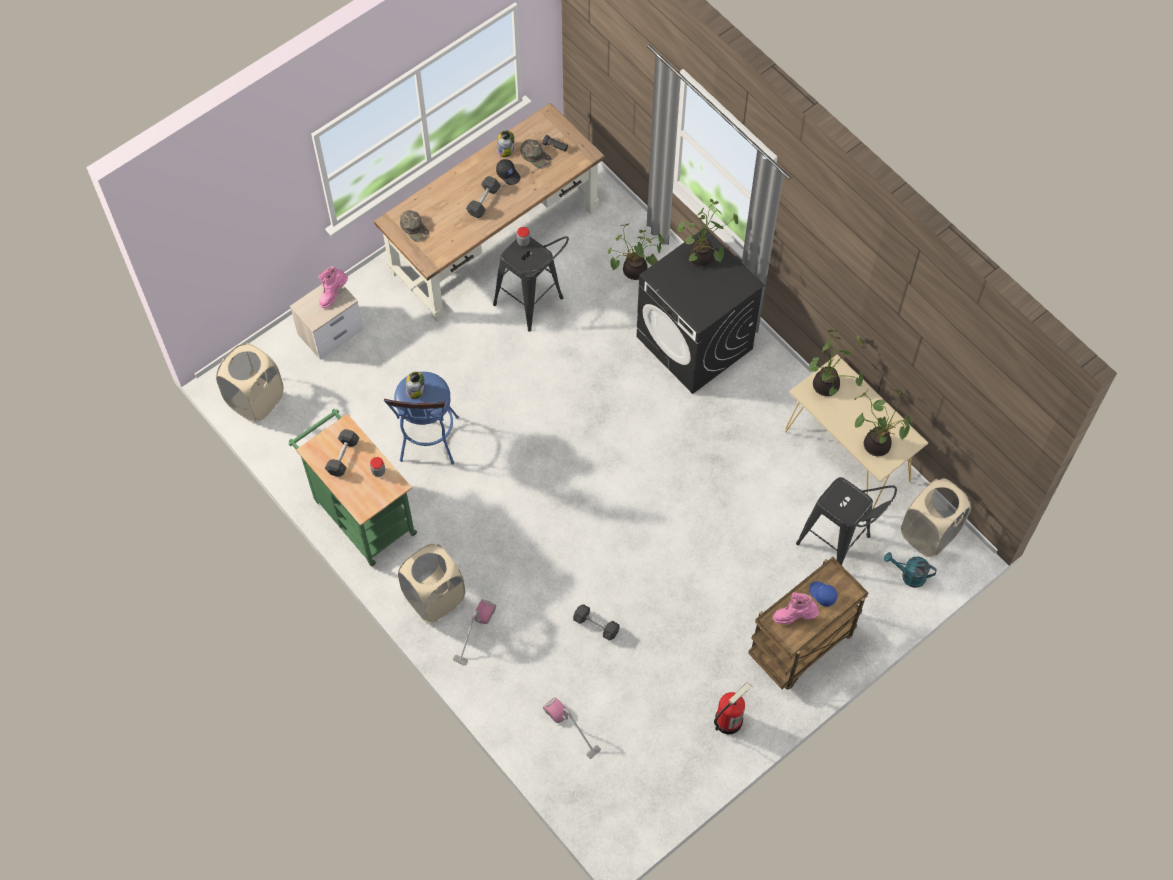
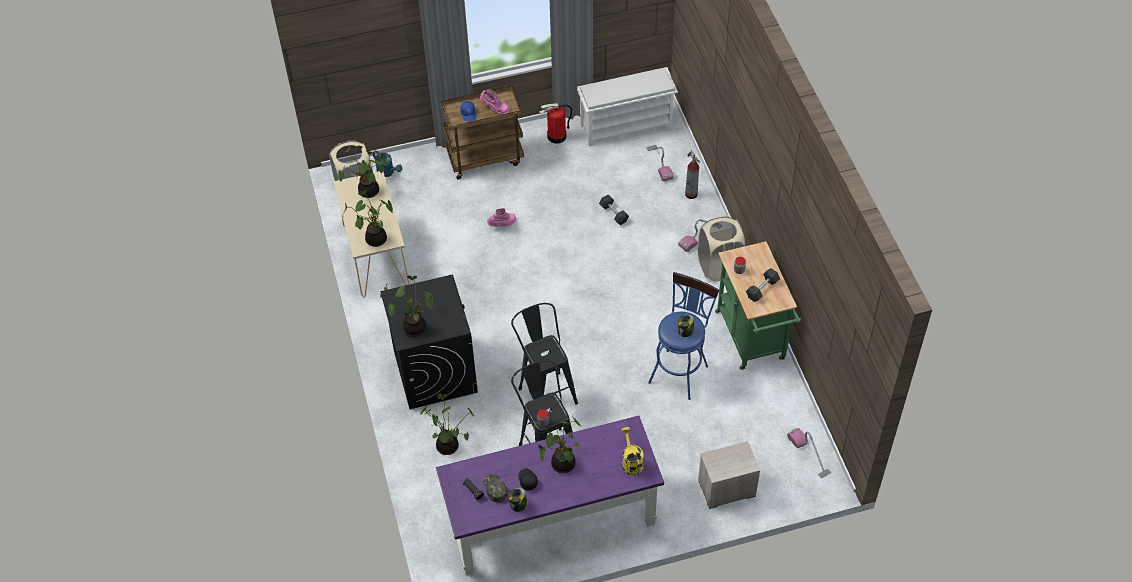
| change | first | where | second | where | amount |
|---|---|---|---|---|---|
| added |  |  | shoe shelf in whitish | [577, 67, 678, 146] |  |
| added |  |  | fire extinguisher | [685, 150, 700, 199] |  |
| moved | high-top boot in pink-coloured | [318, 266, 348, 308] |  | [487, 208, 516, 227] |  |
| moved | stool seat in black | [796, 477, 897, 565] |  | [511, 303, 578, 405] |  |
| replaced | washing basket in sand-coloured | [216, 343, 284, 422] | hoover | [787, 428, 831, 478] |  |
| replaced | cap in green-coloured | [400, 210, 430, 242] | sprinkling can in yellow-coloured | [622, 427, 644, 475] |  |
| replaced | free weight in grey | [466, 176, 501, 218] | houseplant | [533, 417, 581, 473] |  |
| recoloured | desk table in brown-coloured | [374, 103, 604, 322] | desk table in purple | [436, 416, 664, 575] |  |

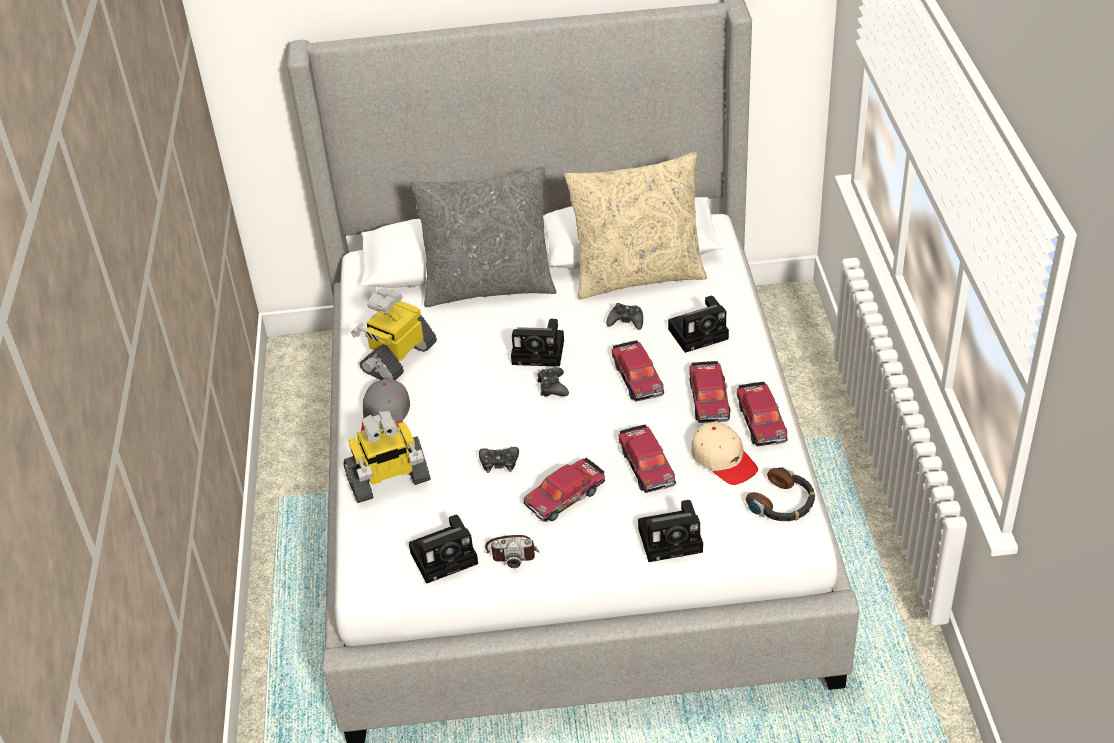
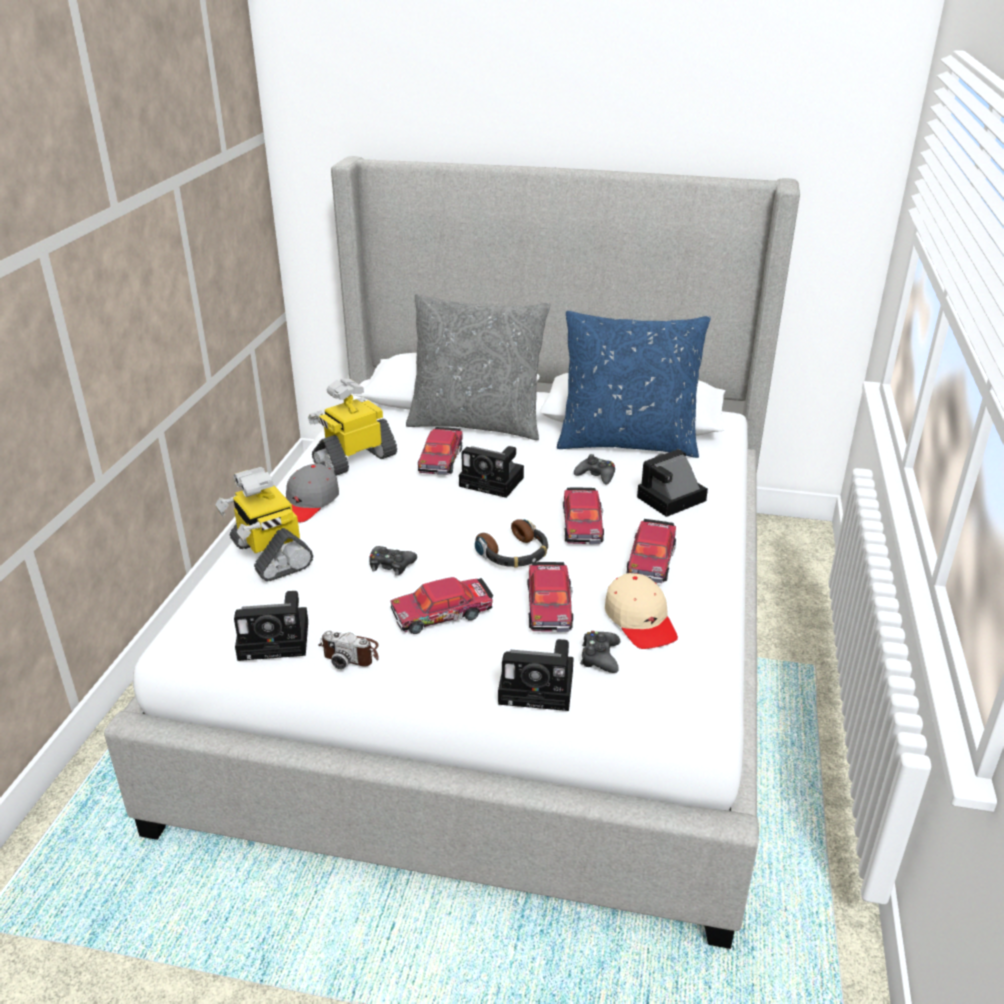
| change | first | where | second | where | amount |
|---|---|---|---|---|---|
| moved | gamepad in black | [537, 367, 569, 397] |  | [580, 631, 620, 673] |  |
| moved | model car | [737, 382, 788, 446] |  | [418, 427, 462, 475] |  |
| moved | pair of headphones | [746, 467, 815, 521] |  | [475, 519, 548, 568] |  |
| recoloured | throw pillow in sand-coloured | [565, 152, 707, 300] | throw pillow in bluish | [557, 311, 711, 458] |  |
| turned | toy robot | [343, 411, 431, 503] |  | [215, 467, 313, 582] | 60 degrees clockwise |
| turned | still camera | [668, 296, 729, 353] |  | [637, 449, 708, 517] | 150 degrees clockwise |

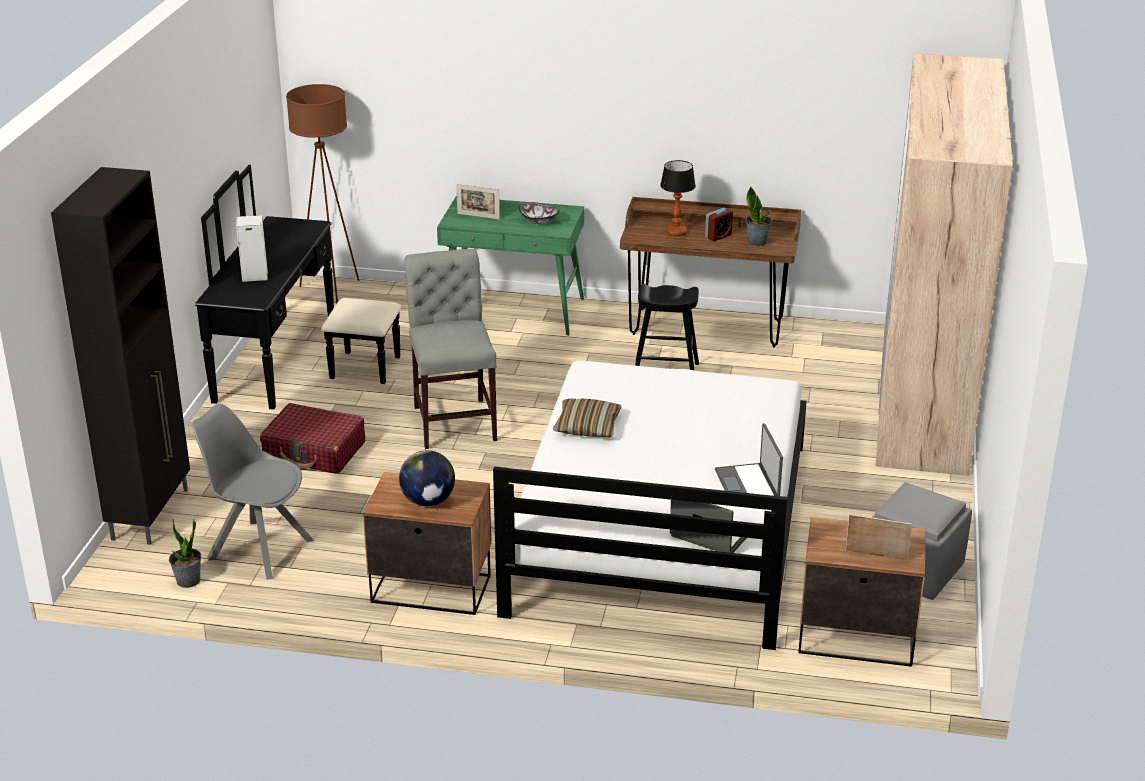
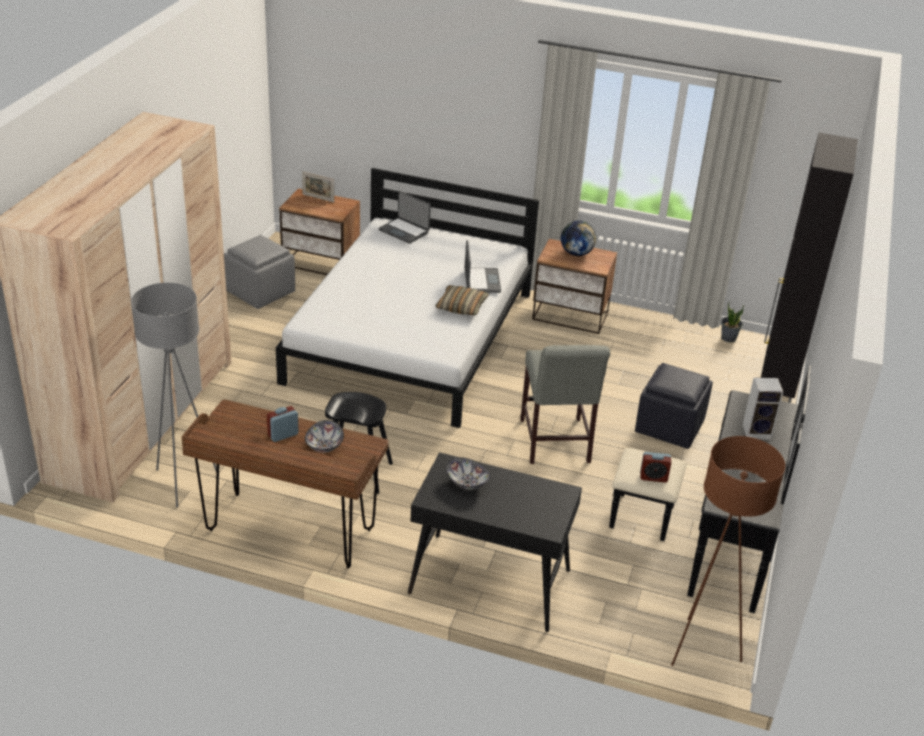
| change | first | where | second | where | amount |
|---|---|---|---|---|---|
| removed | plain chair in grey | [192, 404, 314, 580] |  |  |  |
| removed | photo frame | [456, 184, 500, 220] |  |  |  |
| removed | houseplant | [746, 186, 772, 246] |  |  |  |
| added |  |  | standard lamp in grey | [131, 283, 217, 507] |  |
| added |  |  | bedside clock | [640, 452, 671, 482] |  |
| moved | notebook computer | [715, 423, 783, 496] |  | [465, 240, 501, 293] |  |
| replaced | travel case in red-coloured | [260, 403, 365, 474] | pouffe in black | [635, 363, 713, 449] |  |
| replaced | table lamp | [660, 160, 696, 236] | serving bowl | [305, 420, 344, 453] |  |
| recoloured | desk table in green-coloured | [437, 196, 584, 336] | desk table in black | [408, 452, 582, 632] |  |

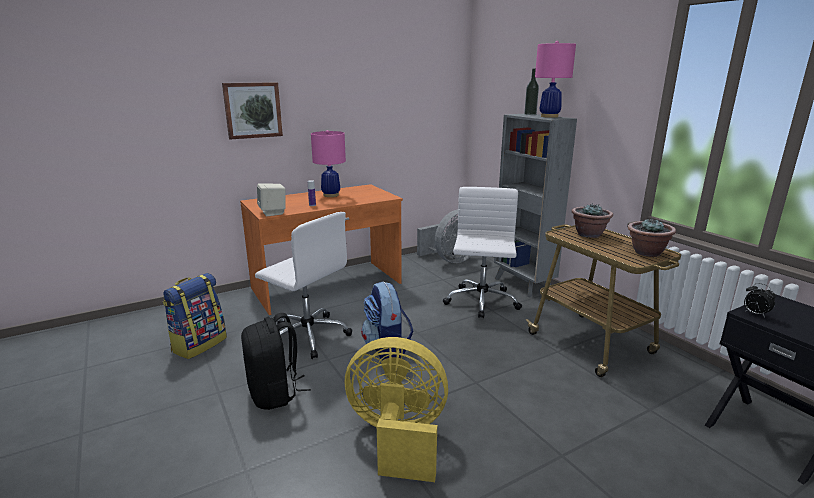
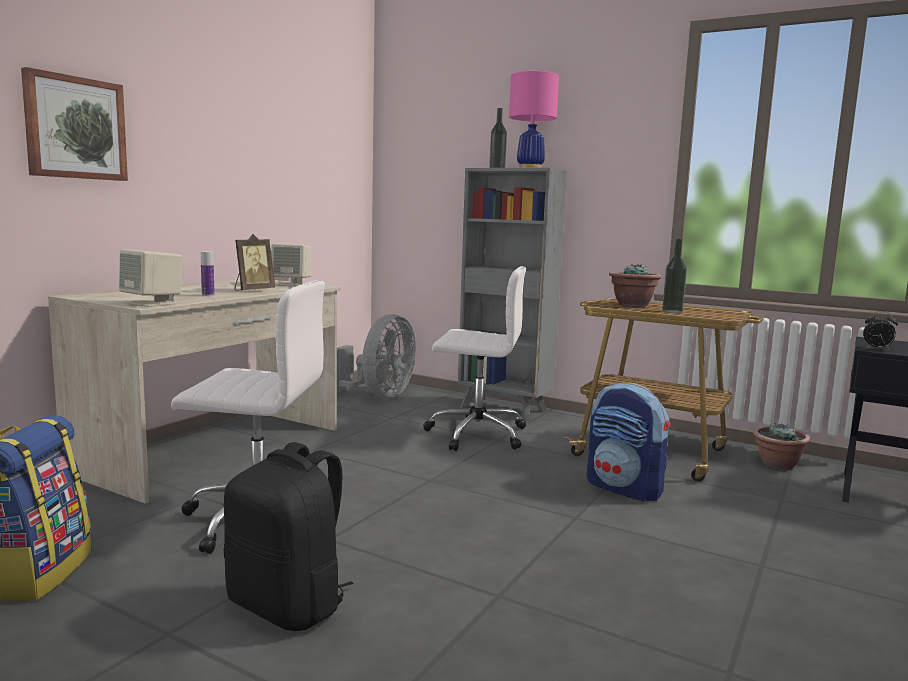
| change | first | where | second | where | amount |
|---|---|---|---|---|---|
| removed | table lamp in pink-coloured | [311, 130, 346, 197] |  |  |  |
| removed | cooling fan in yellow-coloured | [344, 337, 448, 482] |  |  |  |
| added |  |  | photo frame | [235, 234, 275, 290] |  |
| added |  |  | speaker in sand-coloured | [271, 243, 312, 286] |  |
| added |  |  | beverage bottle | [662, 239, 687, 313] |  |
| moved | backpack | [361, 282, 413, 360] |  | [586, 383, 671, 502] |  |
| moved | houseplant | [627, 218, 676, 257] |  | [753, 423, 811, 470] |  |
| recoloured | desk table in orange-coloured | [240, 184, 403, 315] | desk table in sand-coloured | [48, 280, 341, 504] |  |
| turned | desk chair in whitish | [443, 187, 522, 318] |  | [423, 266, 526, 451] | 120 degrees clockwise |

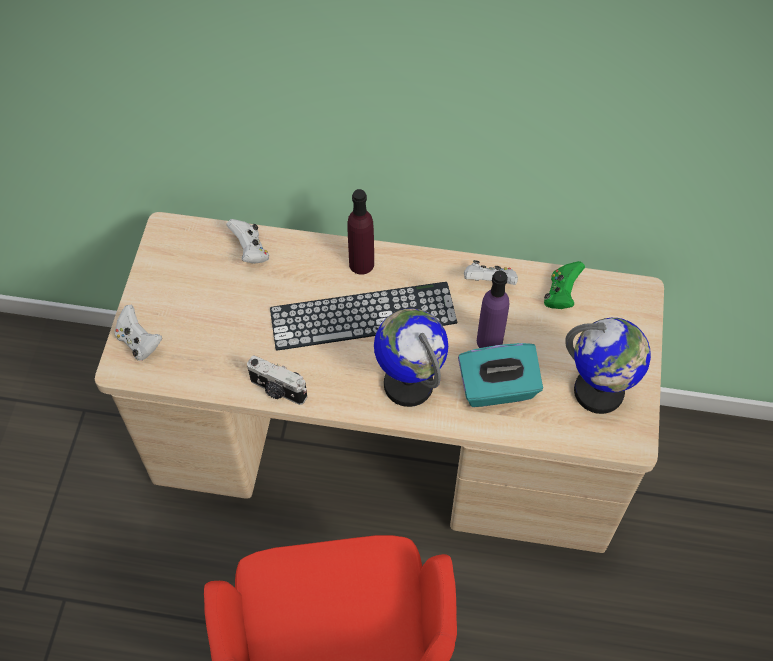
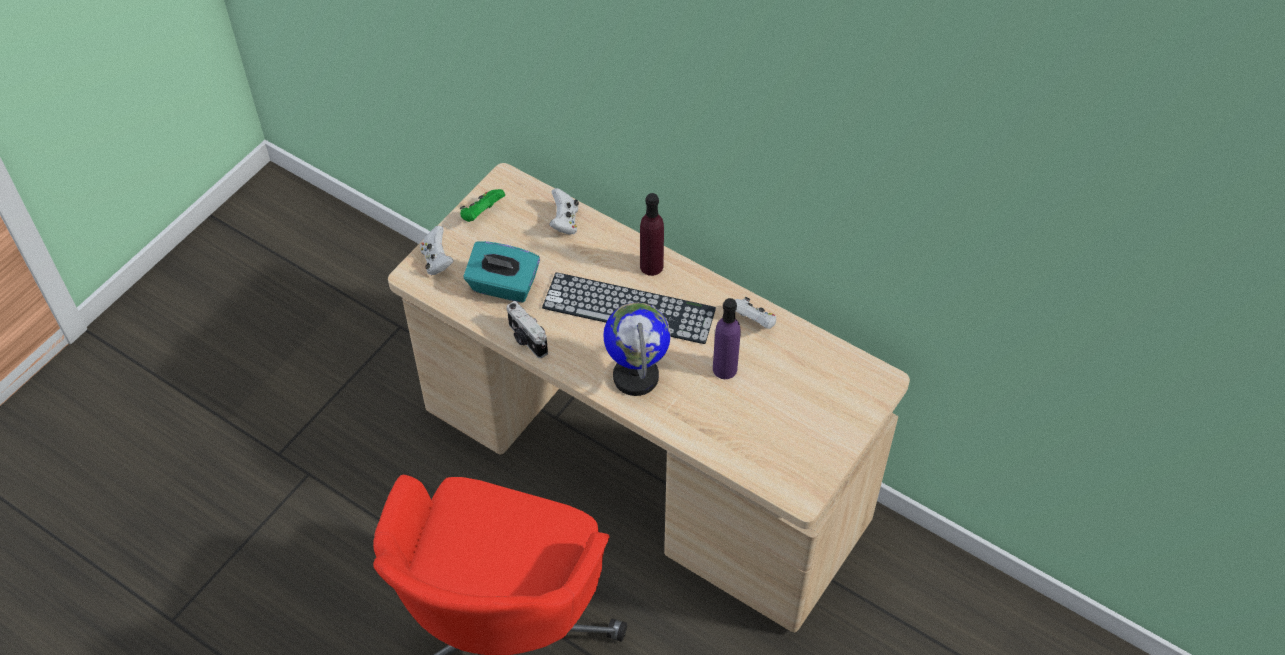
| change | first | where | second | where | amount |
|---|---|---|---|---|---|
| removed | globe | [565, 318, 651, 414] |  |  |  |
| moved | tissue box in blue-green | [458, 343, 543, 407] |  | [463, 241, 540, 303] |  |
| moved | gamepad in green-coloured | [544, 261, 585, 309] |  | [460, 189, 505, 222] |  |

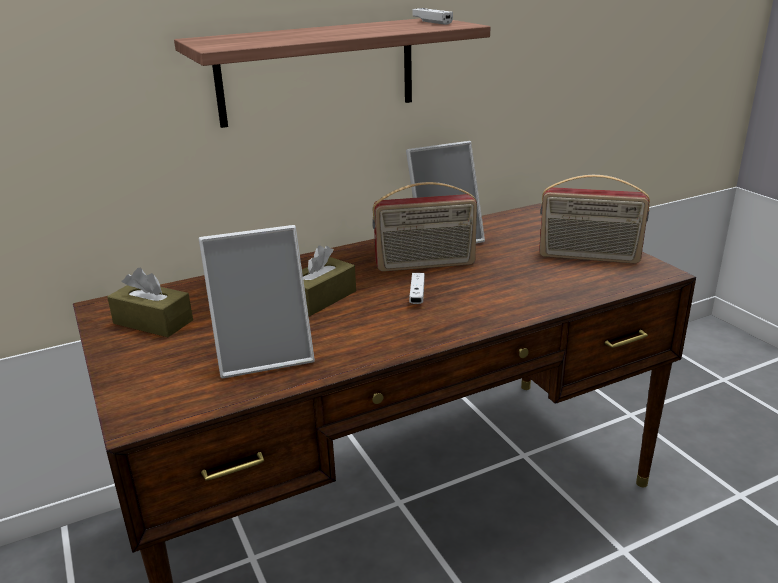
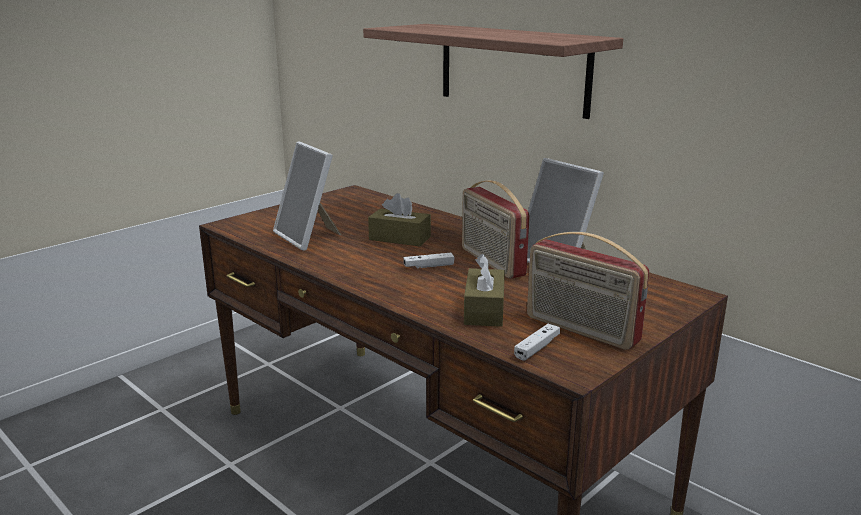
| change | first | where | second | where | amount |
|---|---|---|---|---|---|
| moved | tissue box in brown-coloured | [107, 268, 193, 337] |  | [464, 254, 505, 327] |  |
| moved | gamepad in whitish | [412, 8, 453, 25] |  | [514, 324, 560, 361] |  |
| turned | radio set | [539, 175, 650, 264] |  | [527, 232, 649, 350] | 45 degrees counterclockwise |

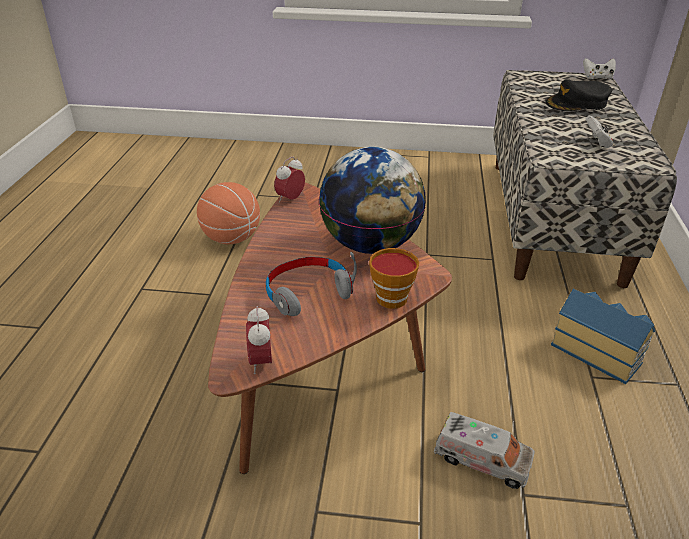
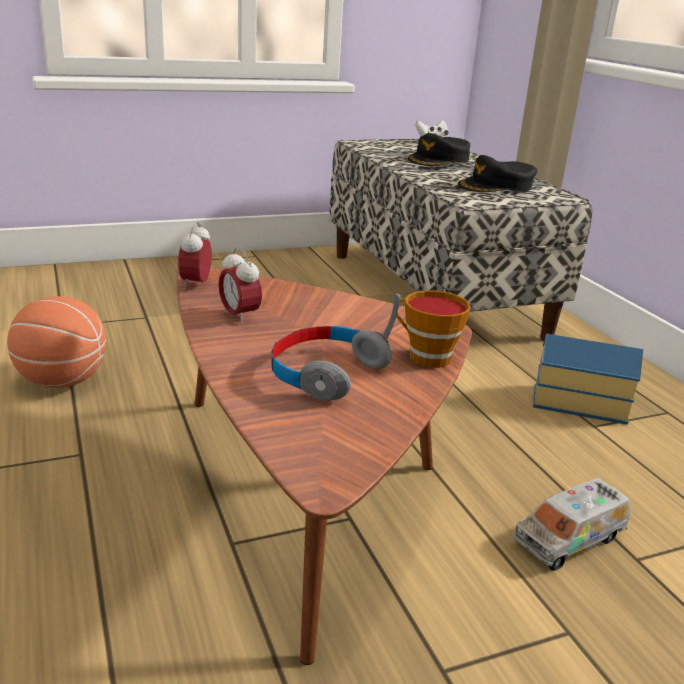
| change | first | where | second | where | amount |
|---|---|---|---|---|---|
| removed | globe | [319, 147, 426, 254] |  |  |  |
| moved | bedside clock | [246, 306, 272, 374] |  | [218, 248, 262, 325] |  |
| replaced | gamepad in whitish | [585, 115, 613, 148] | cap in black | [458, 155, 537, 192] |  |
| turned | toy truck | [434, 412, 535, 489] |  | [513, 478, 631, 571] | 150 degrees clockwise |

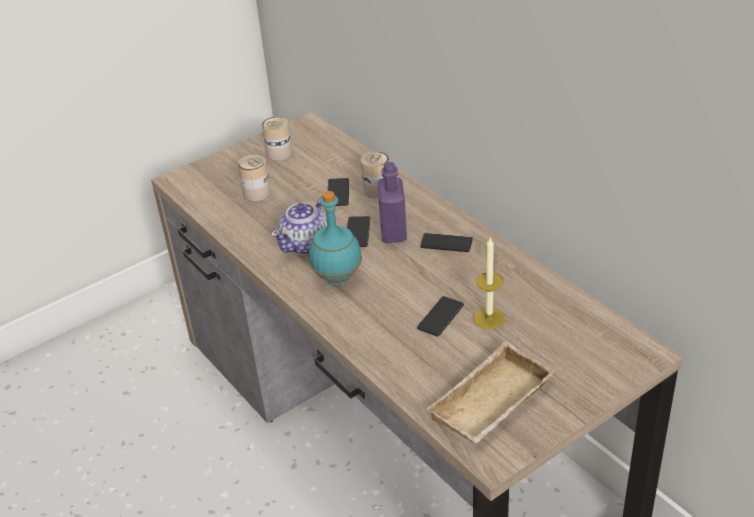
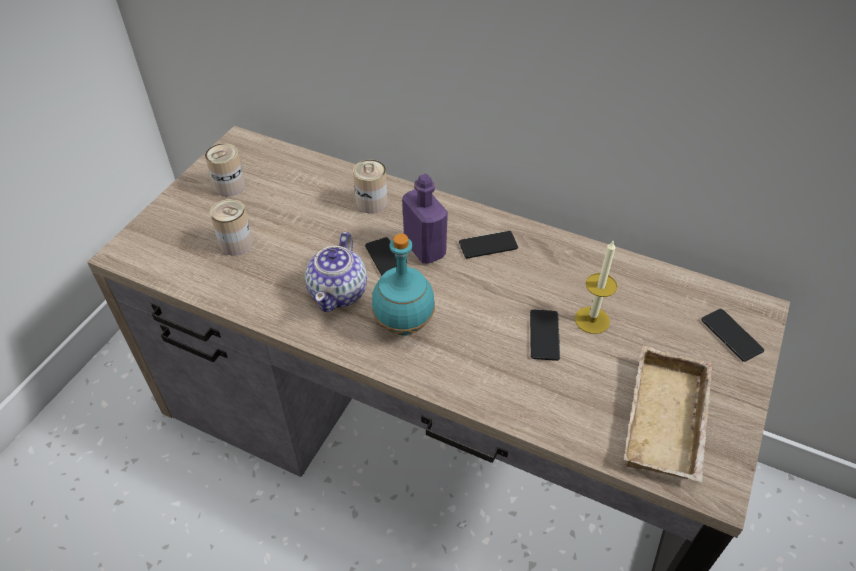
| change | first | where | second | where | amount |
|---|---|---|---|---|---|
| moved | handset | [328, 178, 349, 206] |  | [701, 309, 764, 362] |  |

